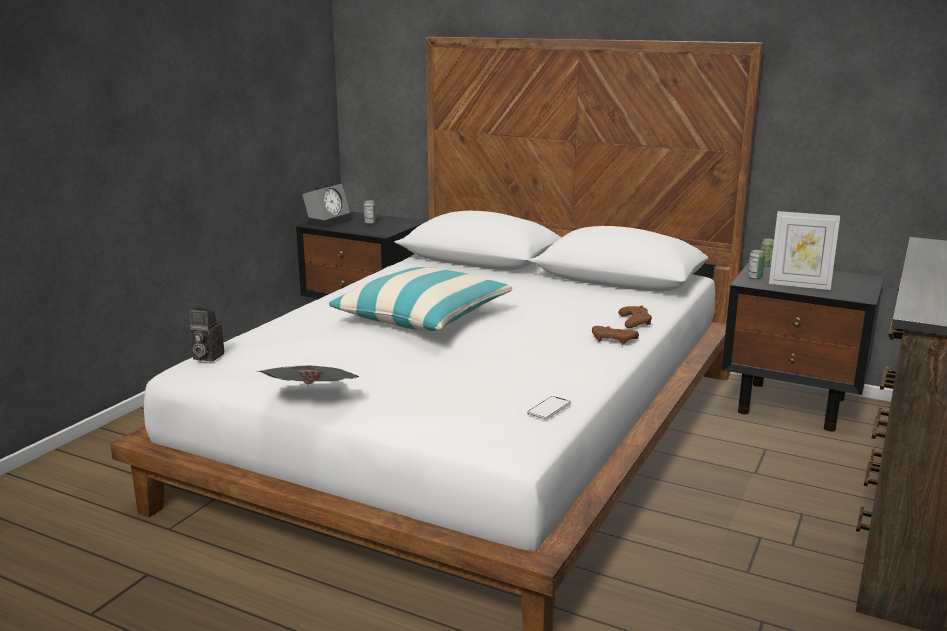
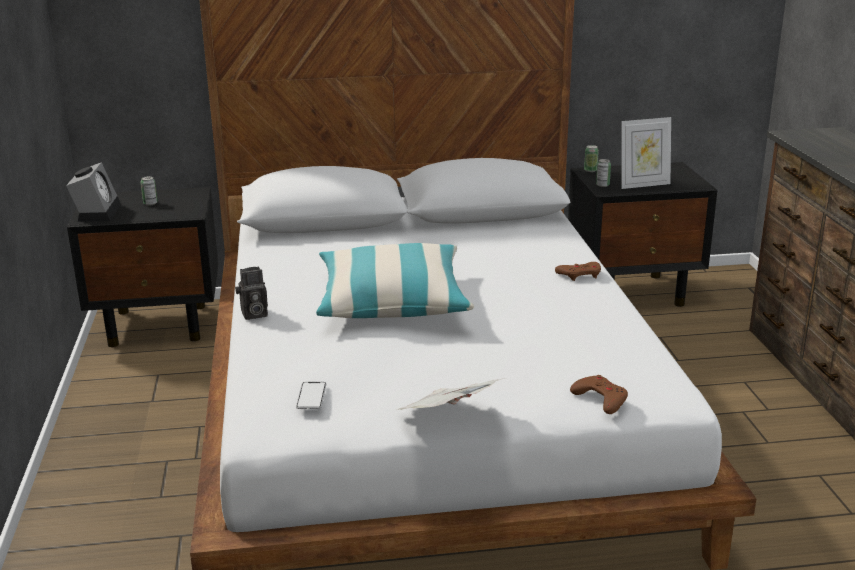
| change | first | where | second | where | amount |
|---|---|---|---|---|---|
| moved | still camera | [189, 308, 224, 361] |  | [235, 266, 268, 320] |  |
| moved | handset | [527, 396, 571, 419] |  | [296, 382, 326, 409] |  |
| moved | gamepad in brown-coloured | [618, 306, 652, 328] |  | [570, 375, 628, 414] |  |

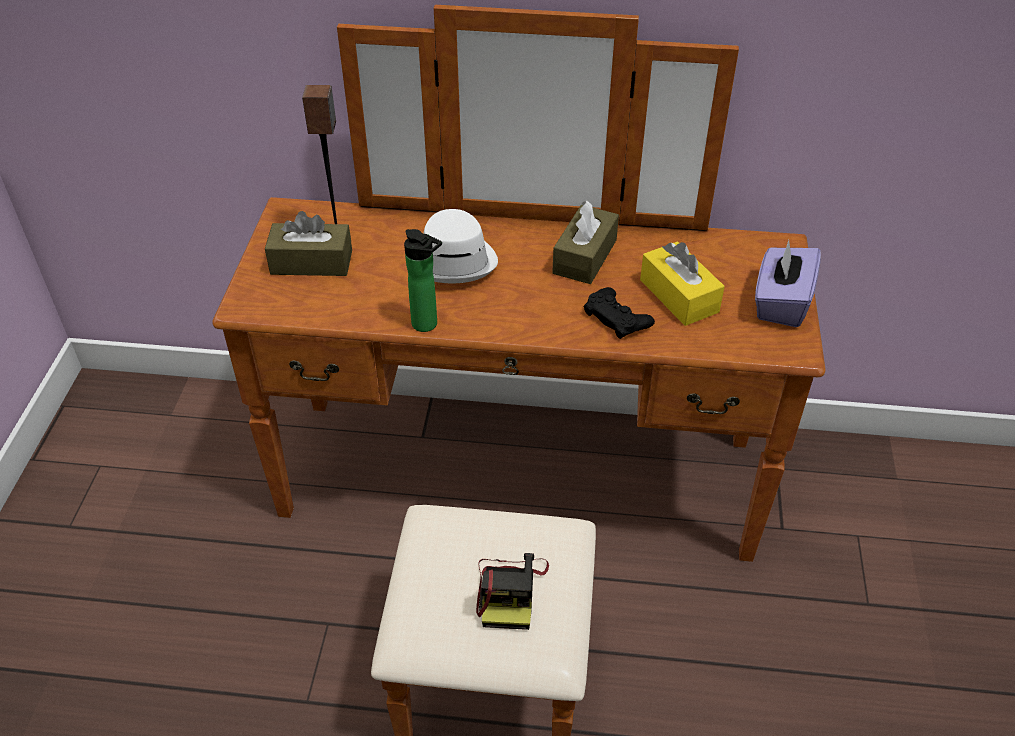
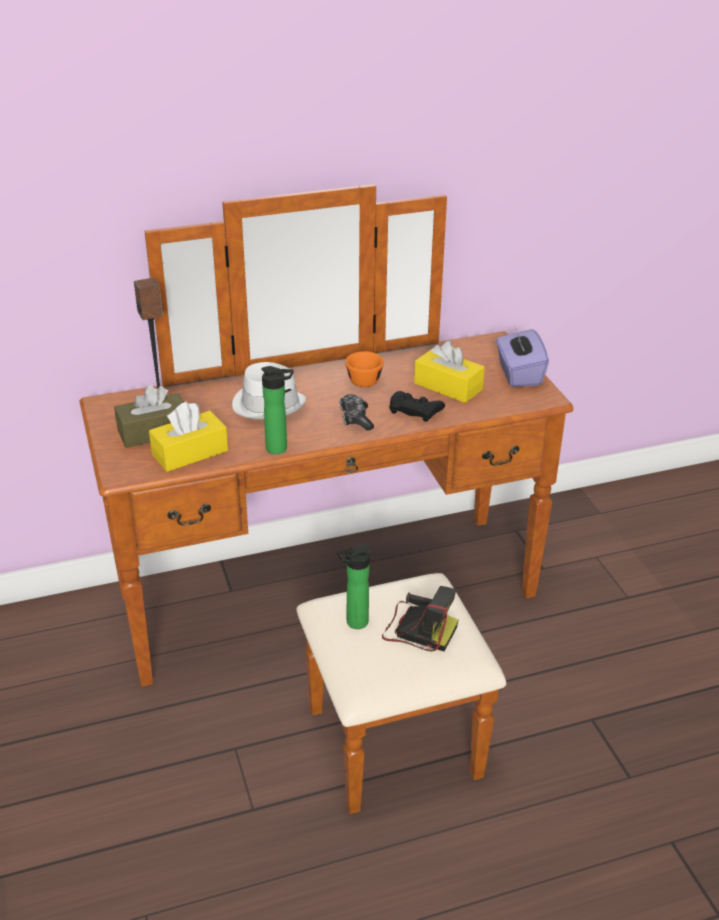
| change | first | where | second | where | amount |
|---|---|---|---|---|---|
| added |  |  | tissue box in yellow-coloured | [149, 402, 228, 472] |  |
| added |  |  | beverage bottle | [337, 544, 370, 629] |  |
| added |  |  | gamepad | [339, 394, 374, 431] |  |
| replaced | tissue box in brown-coloured | [552, 201, 619, 284] | drinking cup in orange-coloured | [345, 351, 384, 387] |  |
| turned | still camera | [476, 553, 549, 630] |  | [382, 586, 459, 652] | 45 degrees counterclockwise |

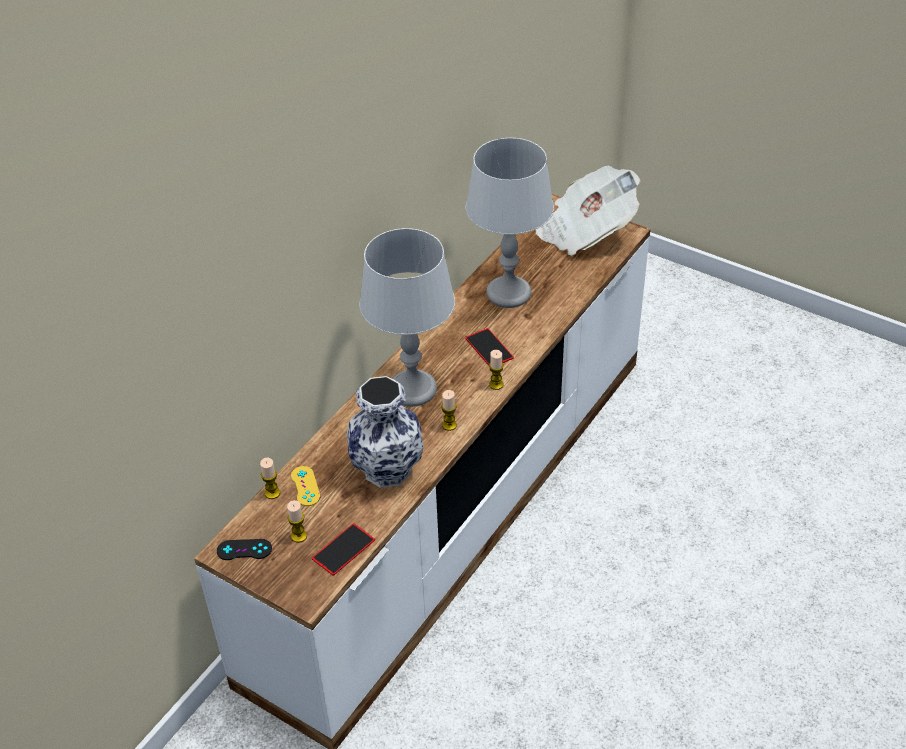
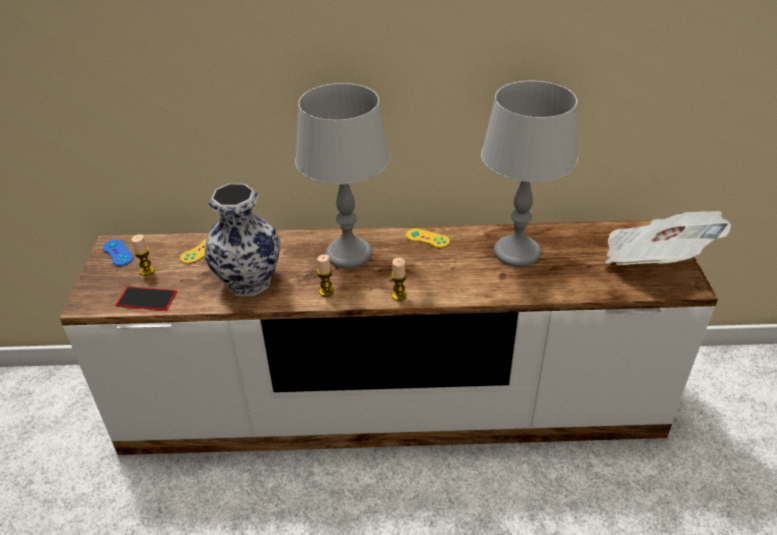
| change | first | where | second | where | amount |
|---|---|---|---|---|---|
| removed | candle | [260, 457, 280, 499] |  |  |  |
| removed | handset | [465, 328, 514, 366] |  |  |  |
| added |  |  | gamepad in yellow-coloured | [406, 229, 450, 248] |  |
| recoloured | gamepad in black | [217, 539, 272, 560] | gamepad in bluish | [103, 240, 134, 266] |  |

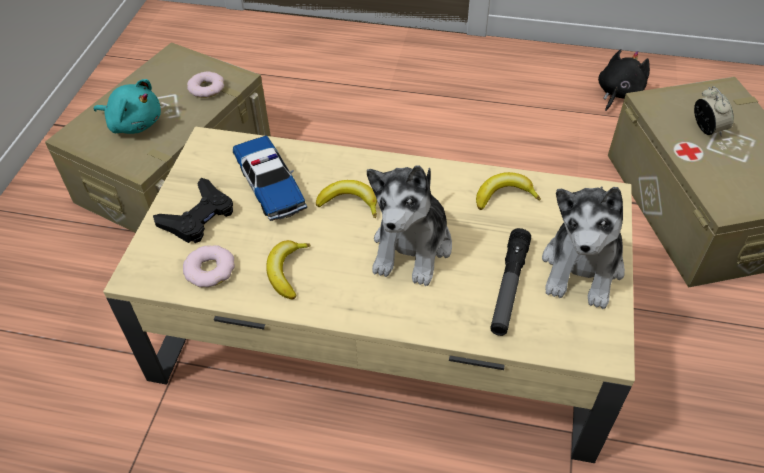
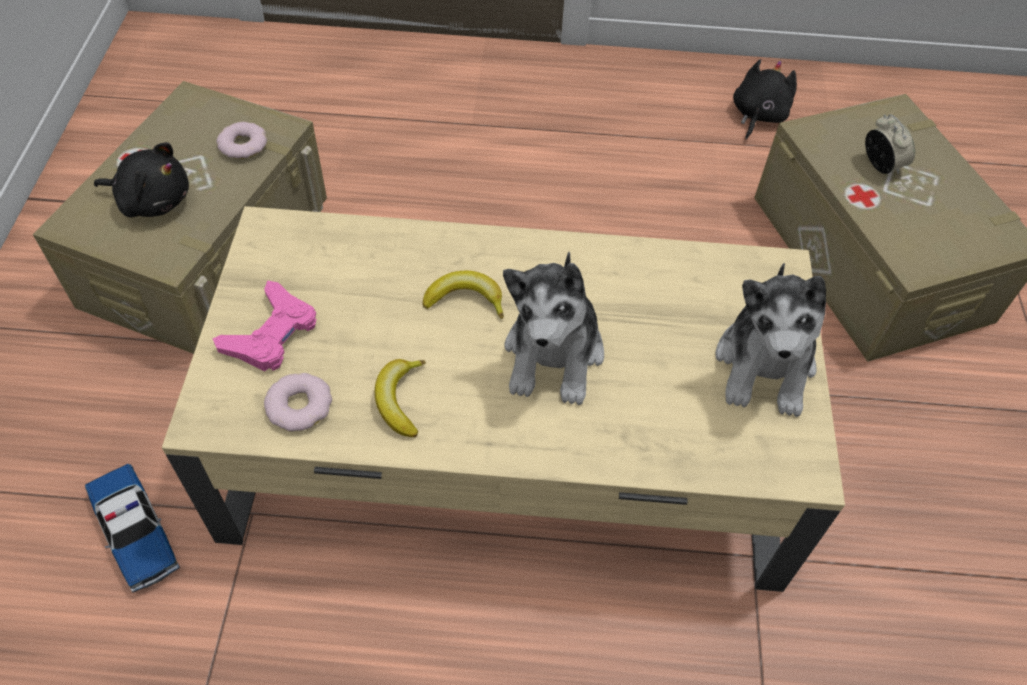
| change | first | where | second | where | amount |
|---|---|---|---|---|---|
| removed | banana fruit | [476, 172, 541, 210] |  |  |  |
| removed | hand torch | [490, 228, 531, 336] |  |  |  |
| moved | model car | [232, 136, 307, 221] |  | [85, 464, 180, 592] |  |
| recoloured | plush toy in blue-green | [94, 79, 161, 134] | plush toy in black | [94, 142, 189, 218] |  |
| recoloured | gamepad in black | [153, 178, 233, 243] | gamepad in pink-coloured | [212, 281, 316, 371] |  |

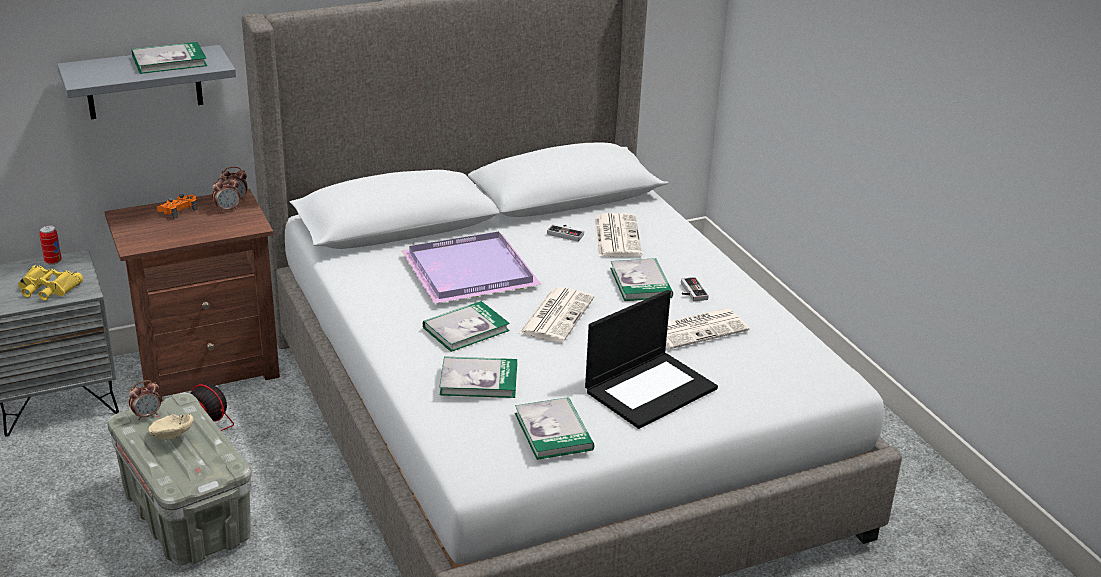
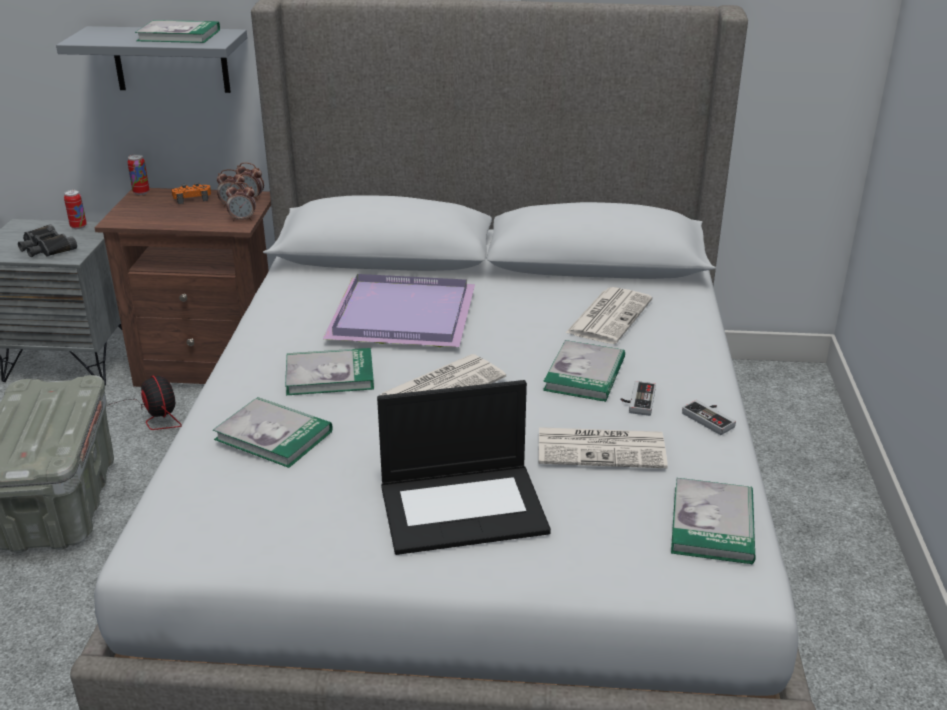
| change | first | where | second | where | amount |
|---|---|---|---|---|---|
| removed | serving bowl in sand-coloured | [148, 414, 194, 439] |  |  |  |
| added |  |  | metal can | [127, 154, 149, 195] |  |
| moved | bedside clock | [129, 380, 161, 420] |  | [226, 182, 256, 221] |  |
| moved | book | [515, 397, 594, 460] |  | [671, 478, 756, 564] |  |
| moved | gamepad | [547, 224, 584, 242] |  | [682, 400, 736, 435] |  |
| recoloured | field glasses in yellow-coloured | [18, 265, 83, 301] | field glasses in black | [18, 224, 77, 257] |  |

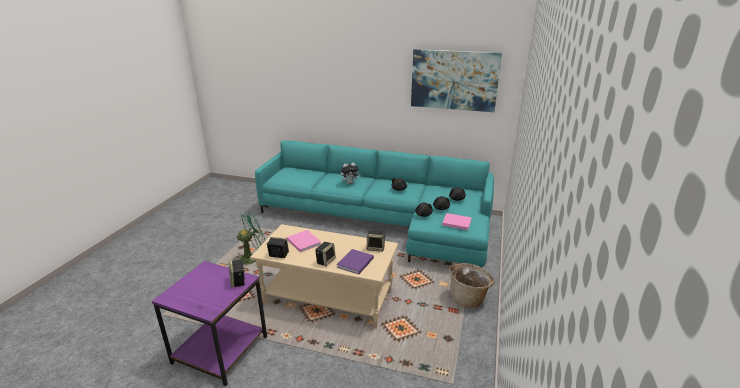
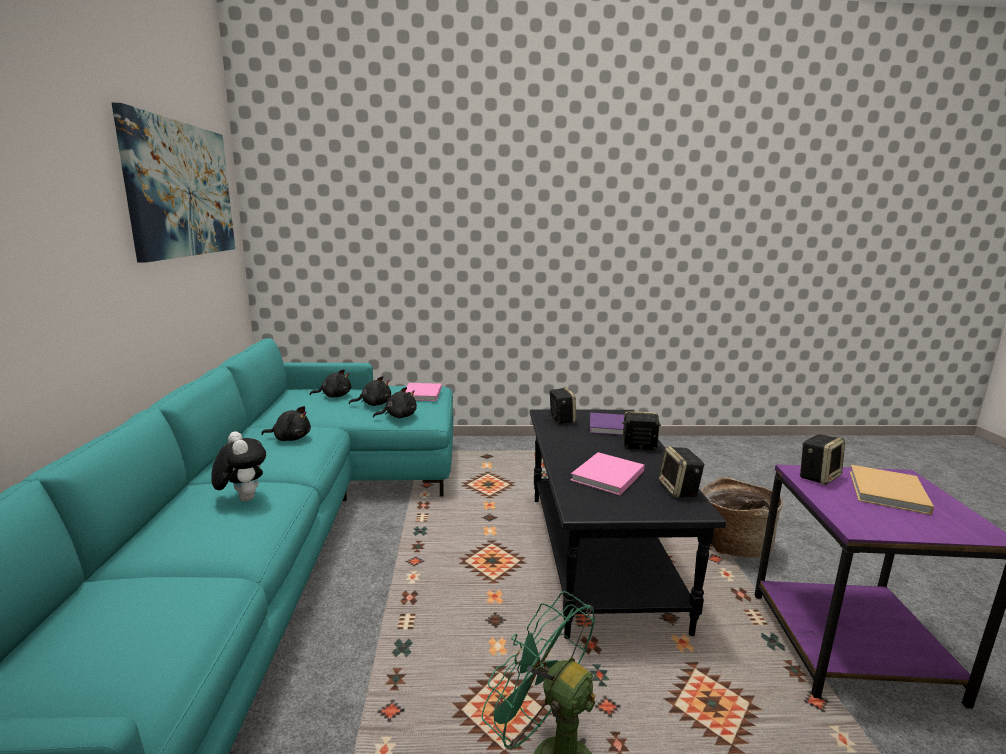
| change | first | where | second | where | amount |
|---|---|---|---|---|---|
| added |  |  | book in sand-coloured | [850, 465, 934, 515] |  |
| moved | household basket | [449, 263, 494, 308] |  | [701, 477, 783, 558] |  |
| recoloured | coffee table in sand-coloured | [250, 224, 398, 328] | coffee table in black | [530, 410, 726, 639] |  |

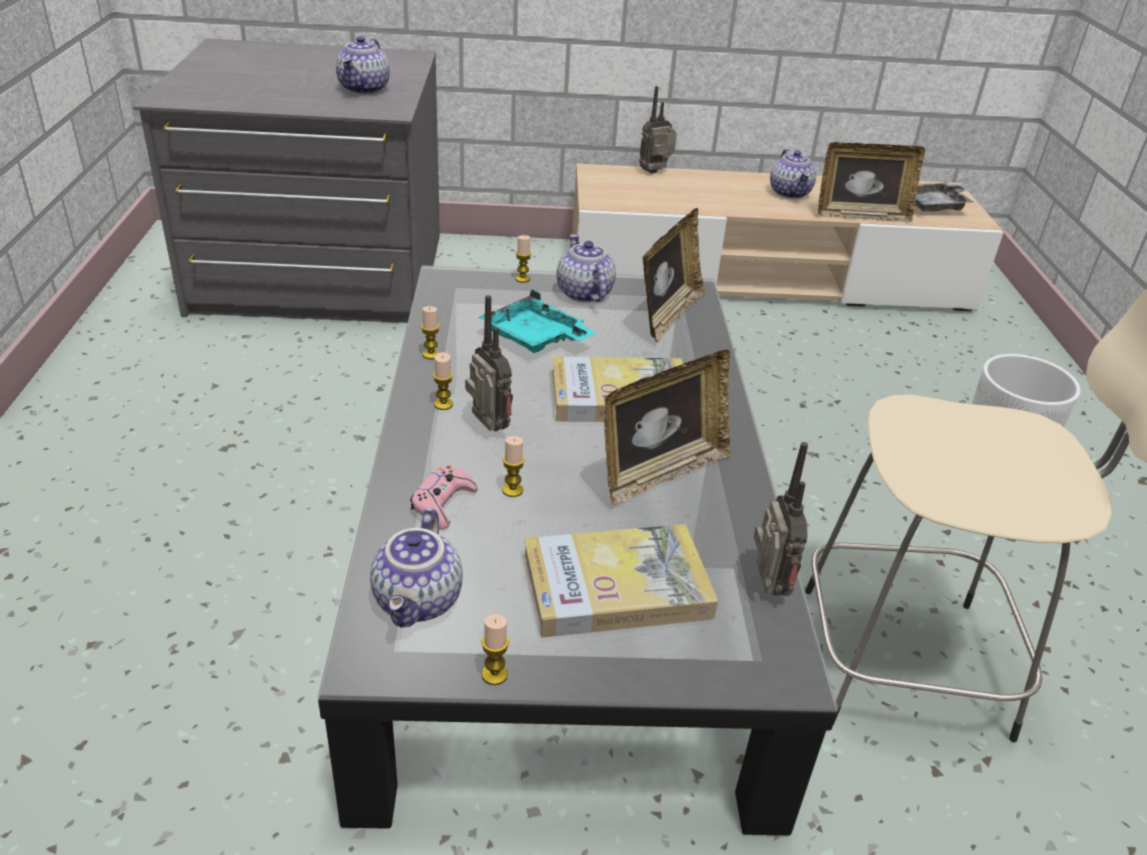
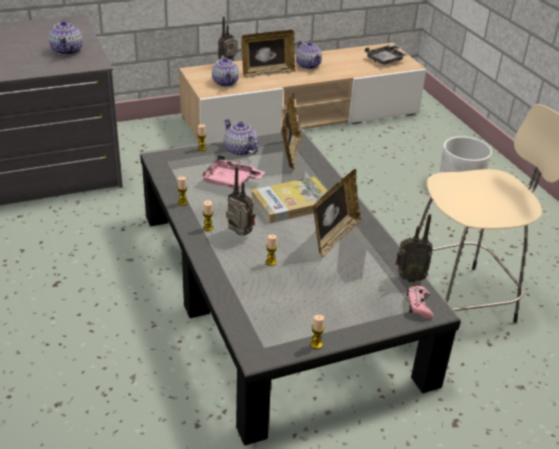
| change | first | where | second | where | amount |
|---|---|---|---|---|---|
| removed | book | [523, 524, 718, 637] |  |  |  |
| moved | tea pot | [370, 508, 463, 628] |  | [212, 55, 239, 87] |  |
| moved | gamepad in pink-coloured | [410, 466, 478, 530] |  | [407, 285, 434, 319] |  |
| moved | photo frame | [818, 142, 925, 222] |  | [241, 30, 296, 77] |  |
| recoloured | serving tray in blue-green | [478, 289, 596, 353] | serving tray in pink-coloured | [199, 155, 265, 189] |  |
| turned | radio set | [754, 442, 808, 596] |  | [395, 214, 433, 282] | 120 degrees clockwise |

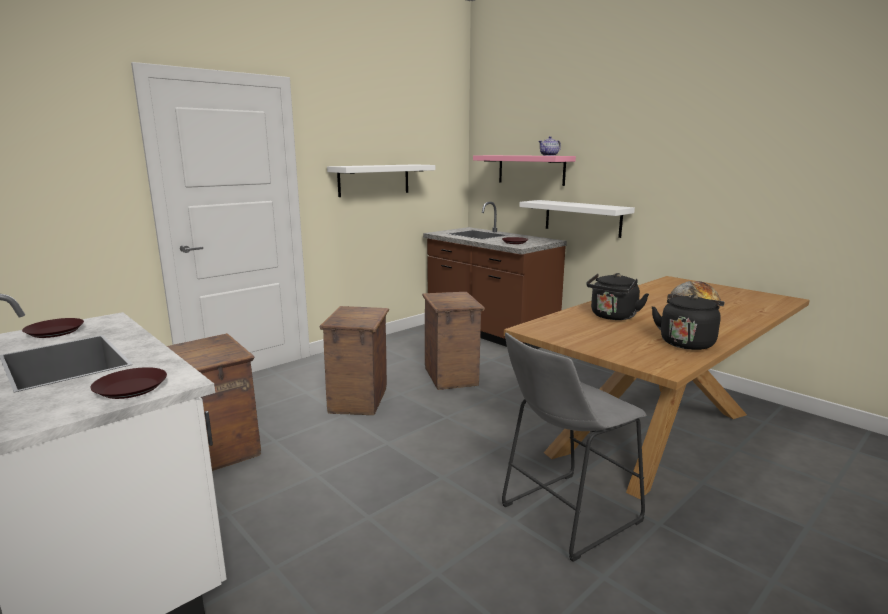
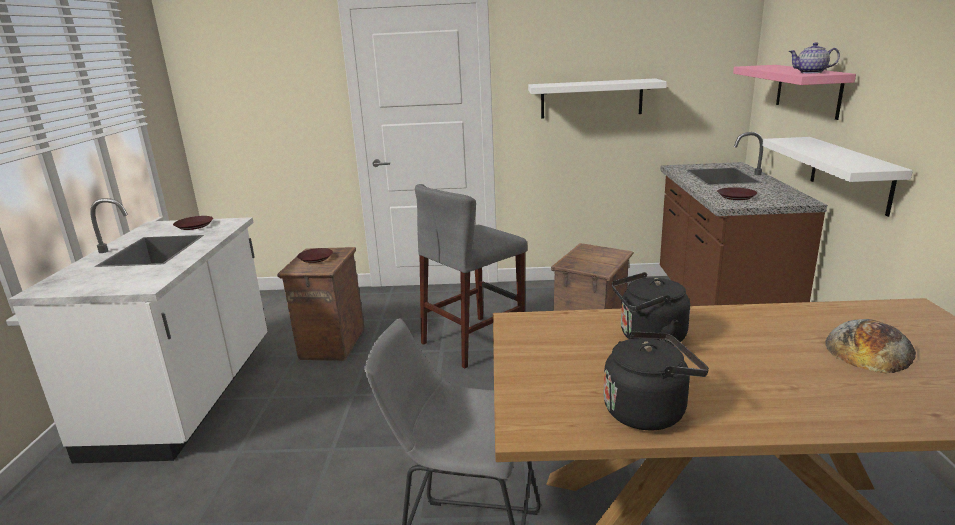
| change | first | where | second | where | amount |
|---|---|---|---|---|---|
| moved | flat dish in brown-coloured | [90, 367, 167, 399] |  | [297, 248, 333, 263] |  |
| replaced | crate | [320, 306, 389, 415] | stool seat in grey | [415, 184, 528, 369] |  |

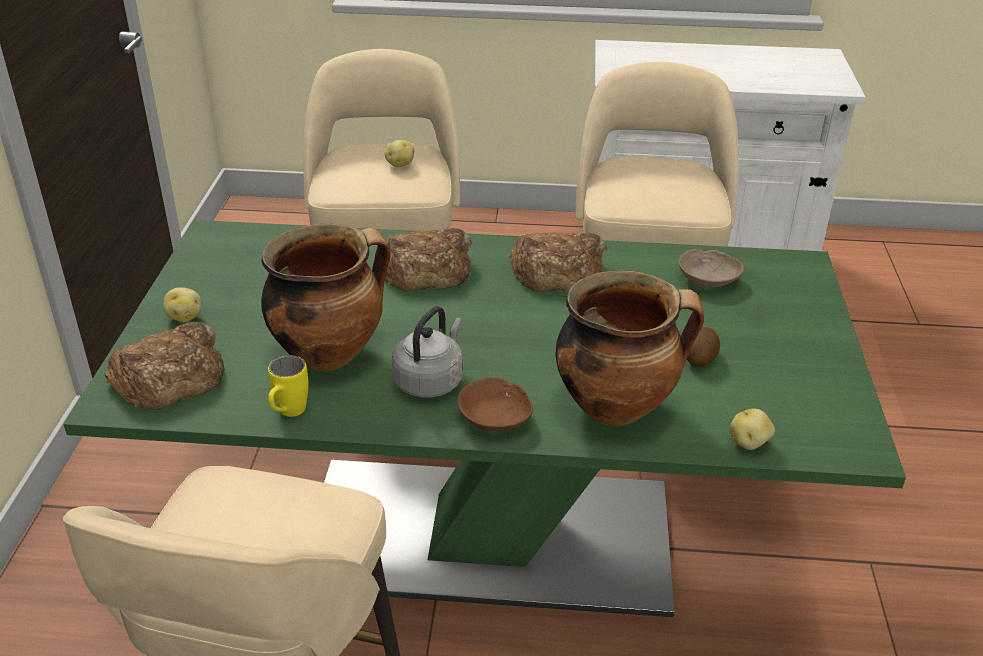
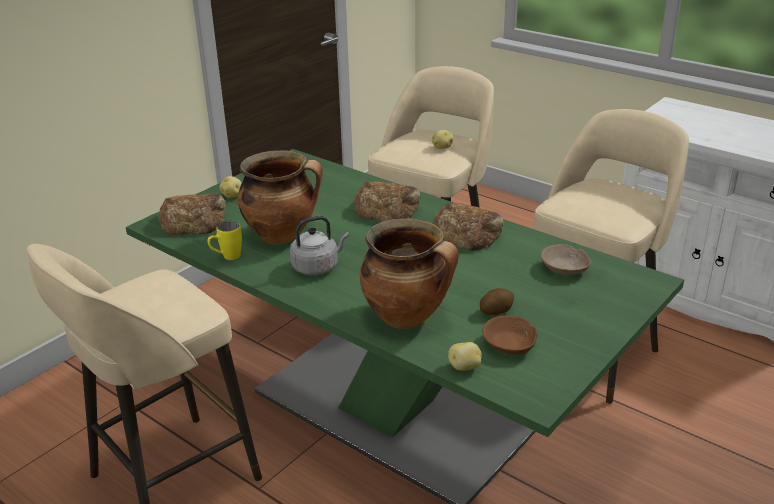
| change | first | where | second | where | amount |
|---|---|---|---|---|---|
| moved | serving bowl in brown-coloured | [457, 377, 533, 431] |  | [482, 315, 538, 355] |  |

